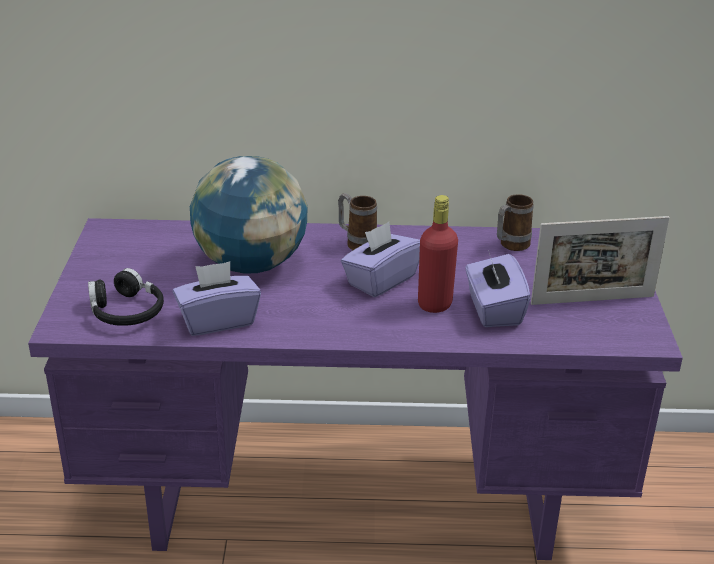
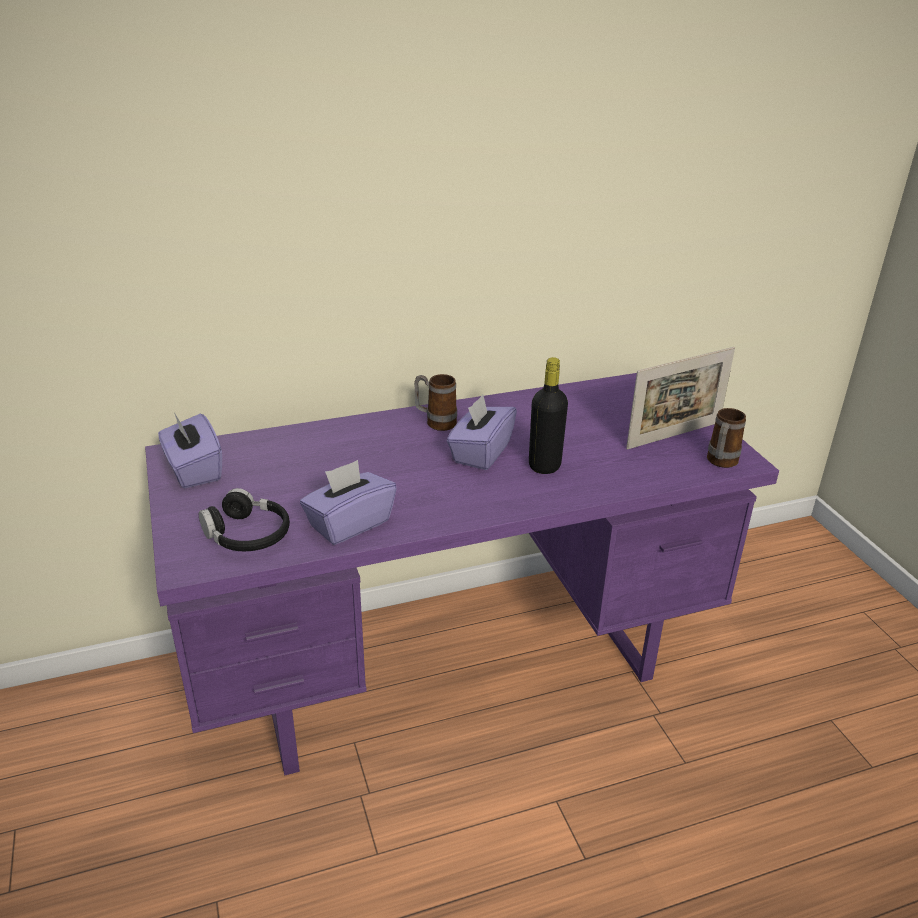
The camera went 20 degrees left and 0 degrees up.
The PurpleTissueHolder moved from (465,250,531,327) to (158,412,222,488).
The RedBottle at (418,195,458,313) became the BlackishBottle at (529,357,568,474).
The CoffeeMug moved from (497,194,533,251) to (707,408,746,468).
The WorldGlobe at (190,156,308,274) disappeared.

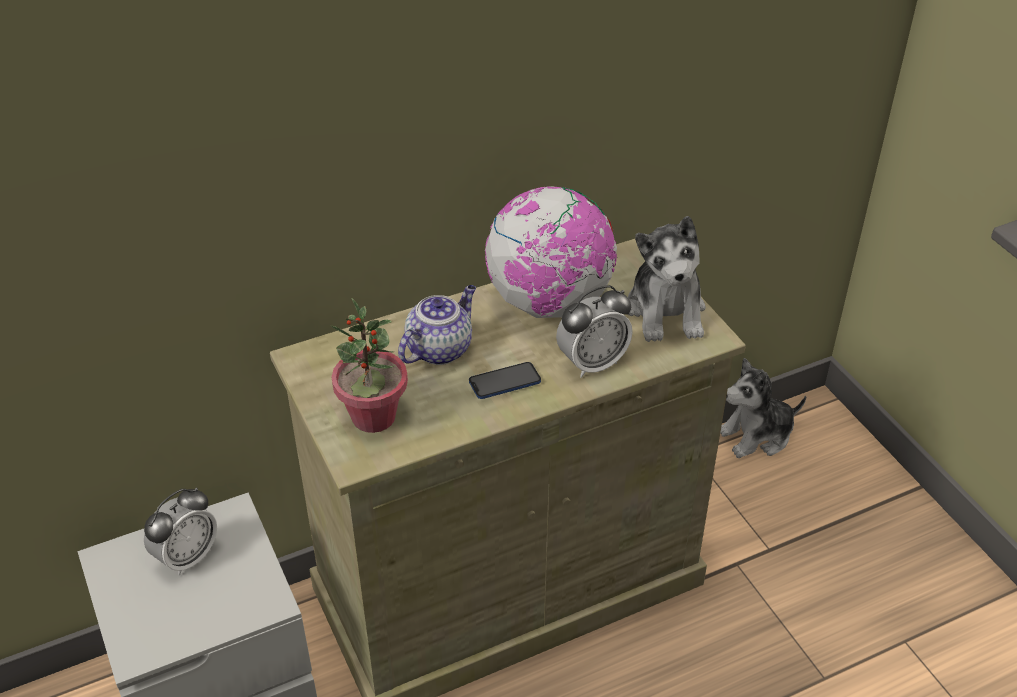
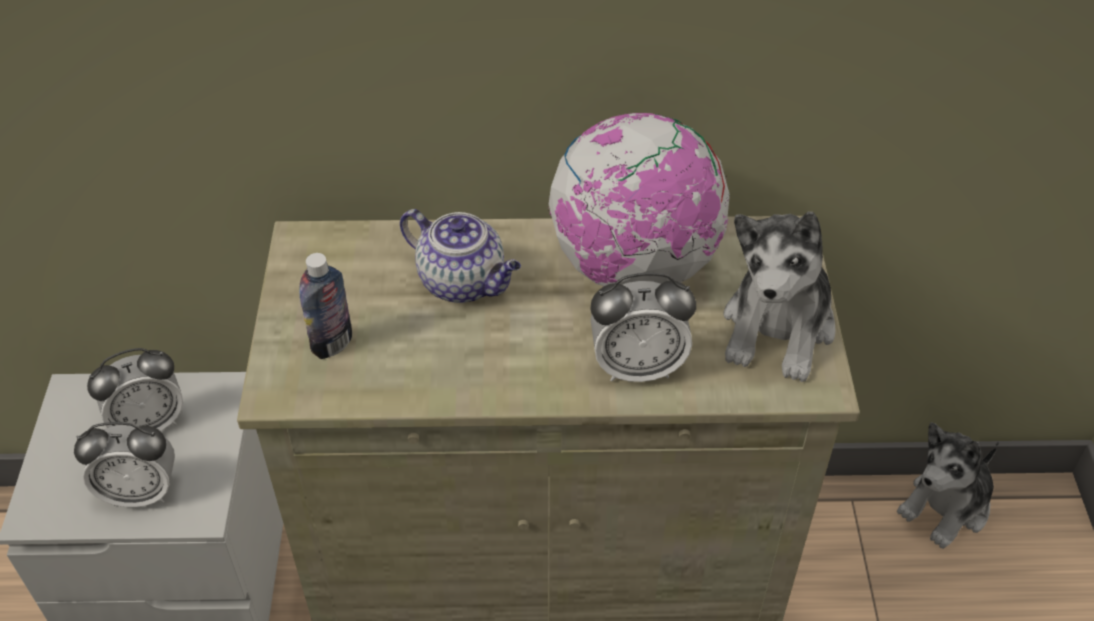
The camera went 25 degrees right and 5 degrees up.
The BedsideClock at (74,422,175,507) appeared.
The PottedPlant at (330,298,408,433) was replaced by the Bottle at (299,253,352,359).
The TeaPot at (398,285,476,365) turned 60 degrees clockwise.
The PlushToy at (720,358,806,458) turned 45 degrees counterclockwise.
The Telephone at (469,362,541,399) disappeared.

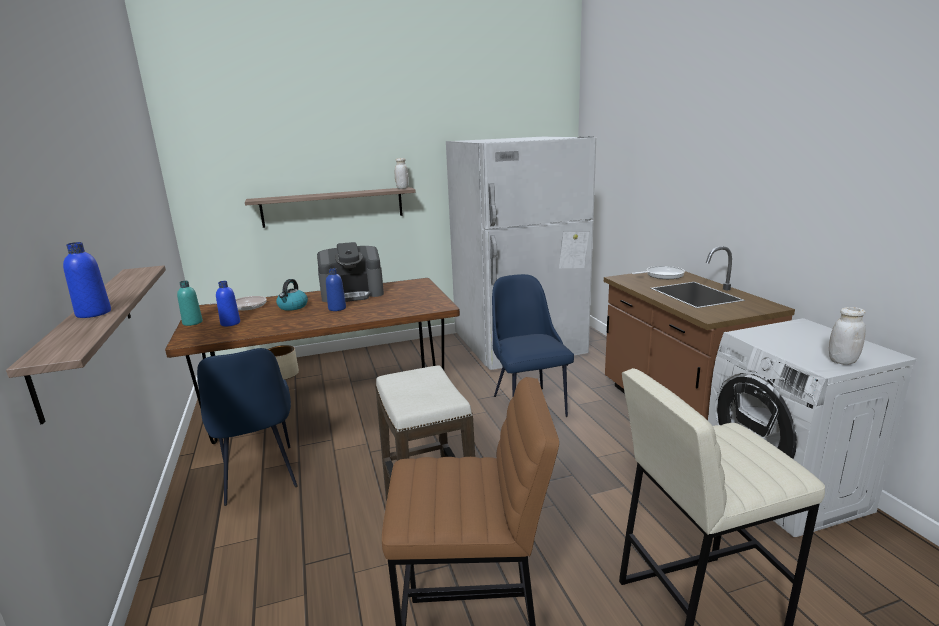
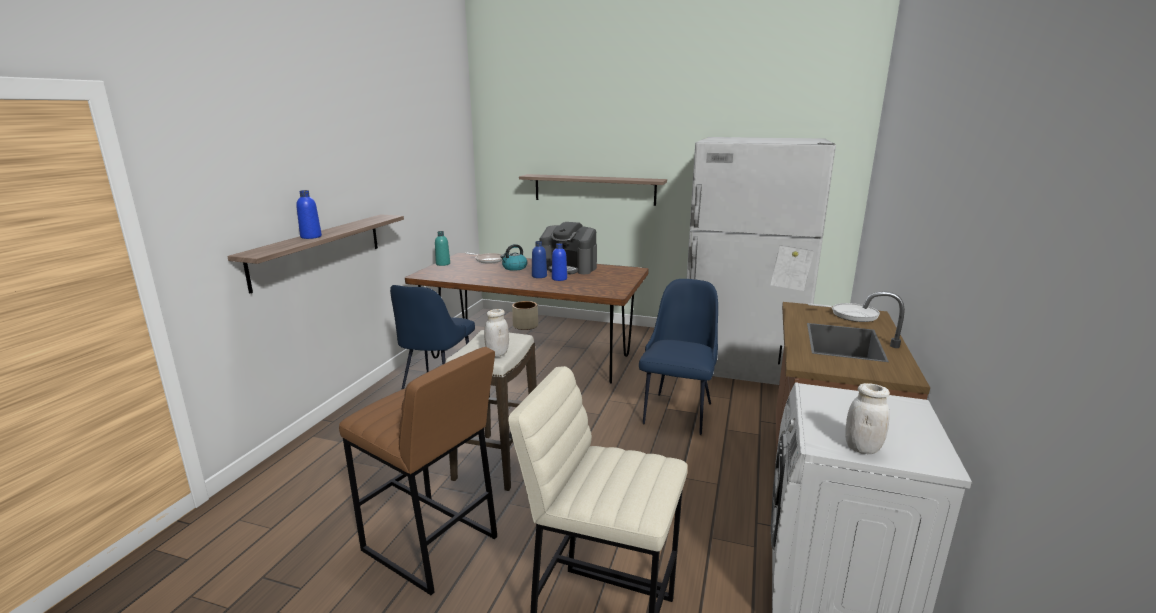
The camera went 35 degrees right and 0 degrees up.
The WhitishStorageJar moved from (395,158,409,189) to (484,309,509,357).
The BlueColouredBottle moved from (216,281,240,326) to (552,243,567,281).

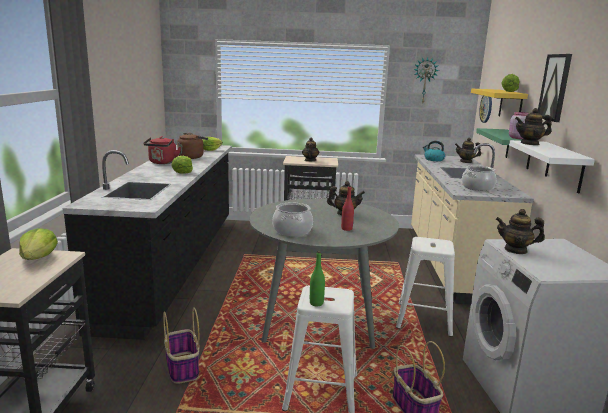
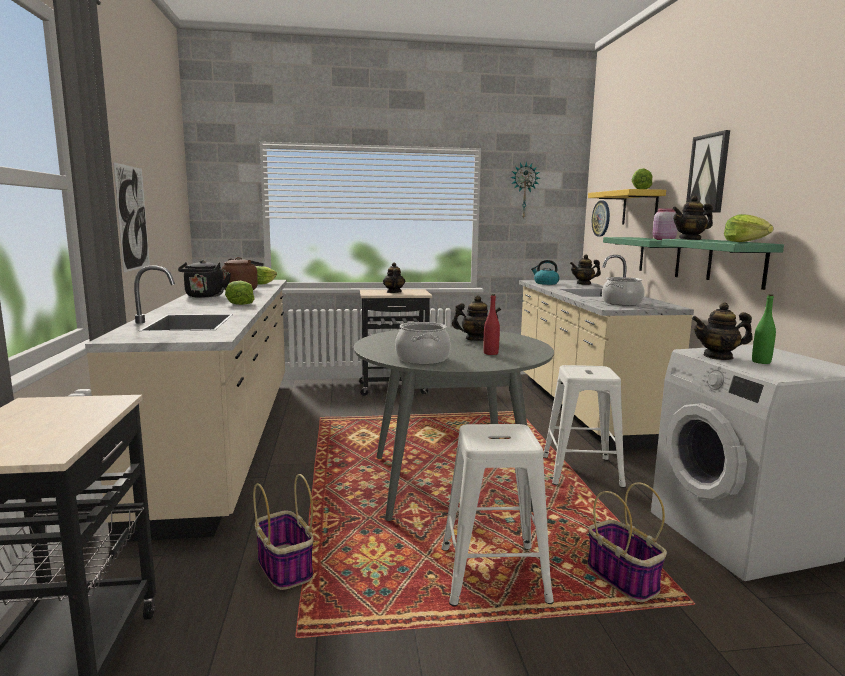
The camera went 10 degrees left and 5 degrees down.
The BlackishCounter at (62,145,232,340) became the BeigeColouredCounter at (85,265,287,543).
The WallArt at (113,162,150,272) appeared.
The RedKettle at (143,136,181,164) became the BlackishKettle at (178,260,231,298).
The WhitishWallShelf at (509,140,595,194) became the GreenishWallShelf at (662,239,784,290).
The Lettuce moved from (19,228,58,260) to (724,214,774,242).
The GreenishBottle moved from (310,251,325,306) to (752,294,776,364).

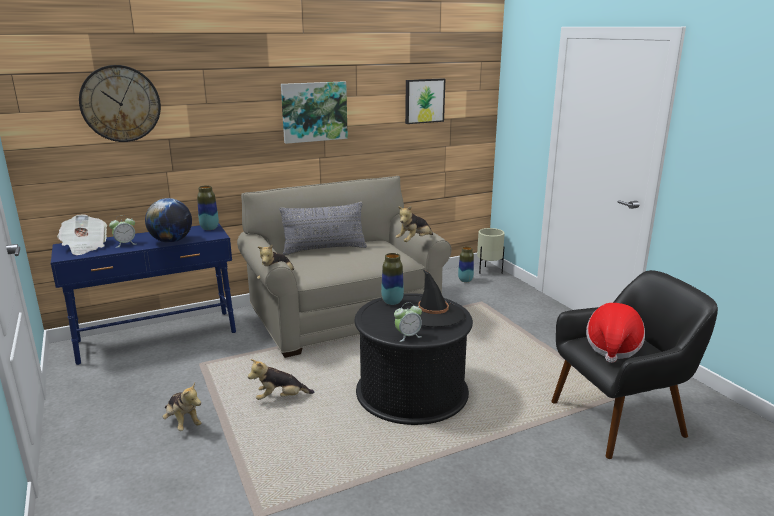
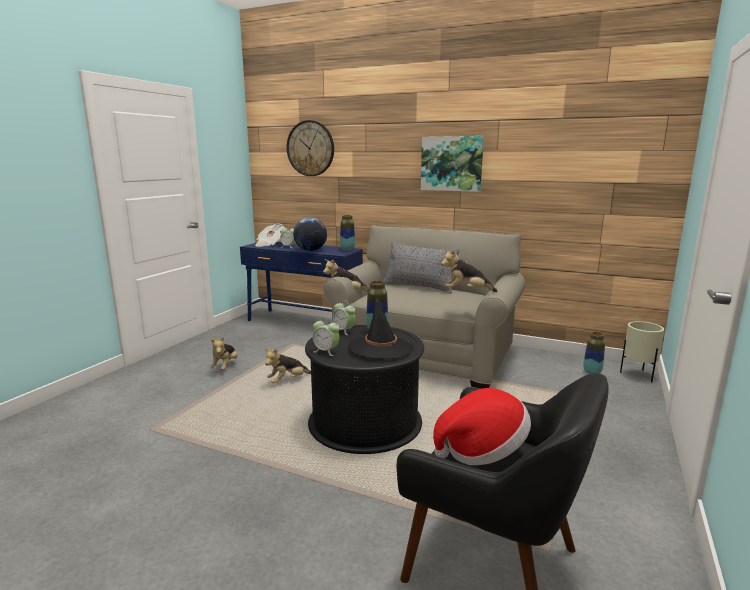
The camera went 50 degrees right and 5 degrees down.
The PlushToy at (248,359,315,400) turned 75 degrees counterclockwise.
The BedsideClock at (333,300,356,335) appeared.
The WallArt at (405,78,445,124) disappeared.

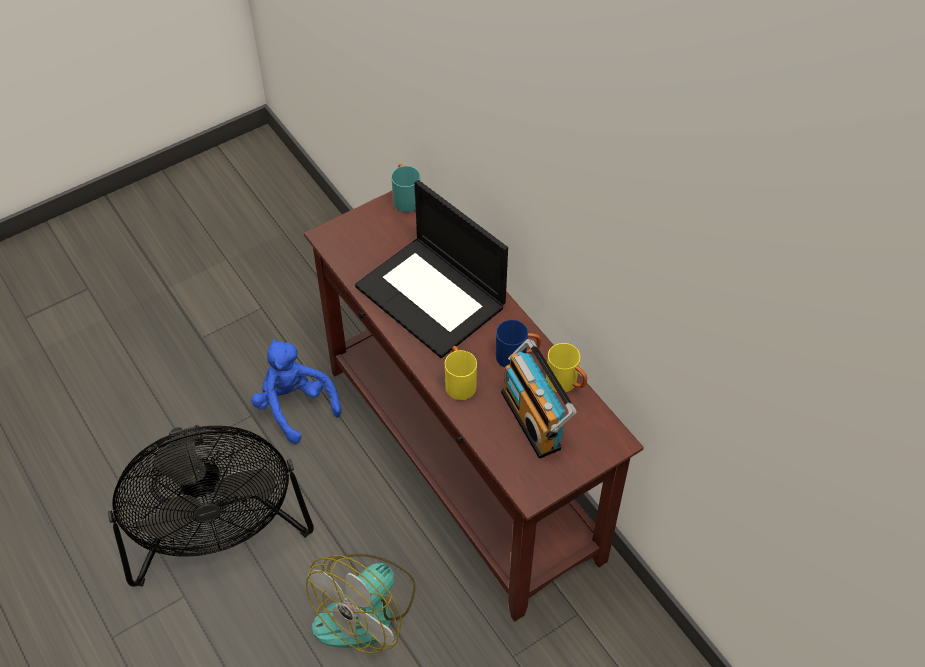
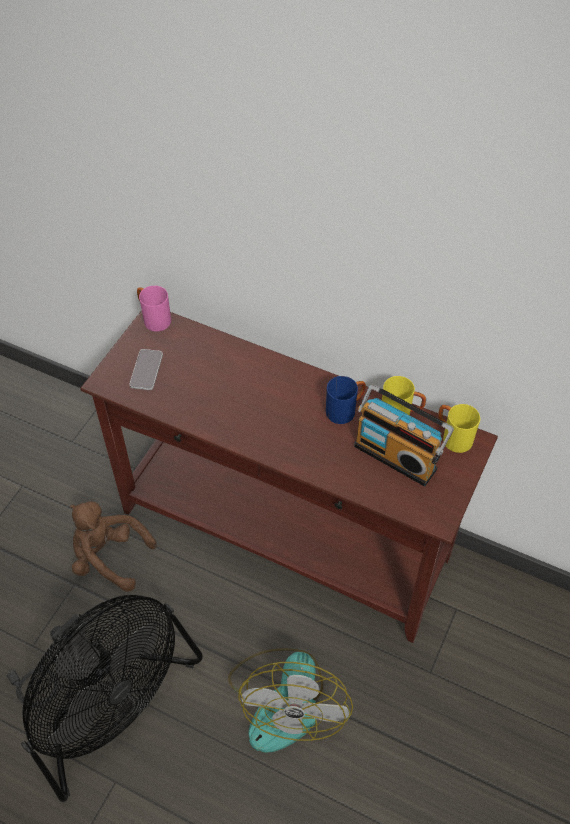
The camera went 30 degrees left and 0 degrees up.
The BlueColouredPlushToy at (251,339,341,444) became the BrownColouredPlushToy at (70,501,156,592).
The Telephone at (129,349,163,390) appeared.
The BlueGreenCoffeeMug at (391,164,420,212) became the PinkColouredCoffeeMug at (137,286,171,331).
The YellowColouredCoffeeMug moved from (445,346,477,400) to (438,404,480,453).
The NotebookComputer at (355,180,508,358) disappeared.

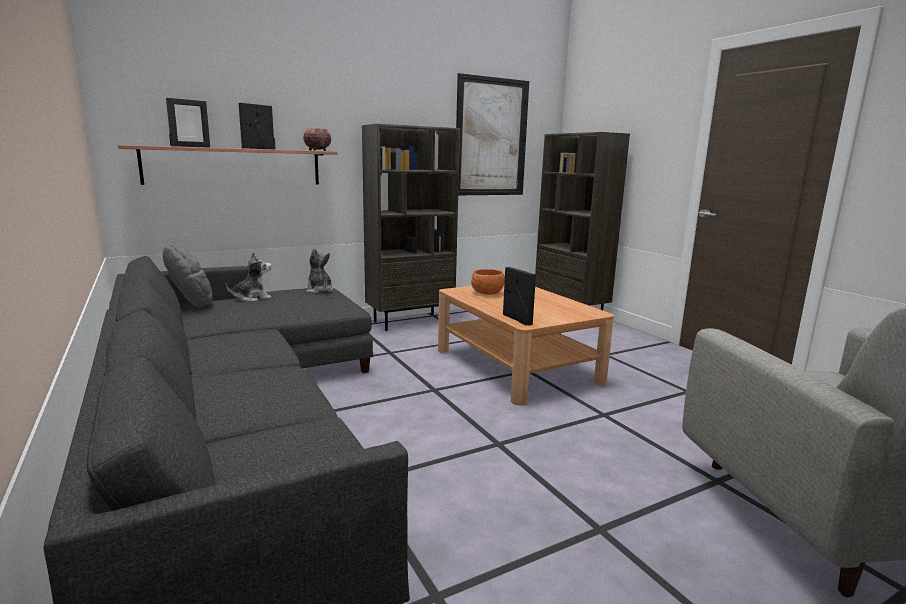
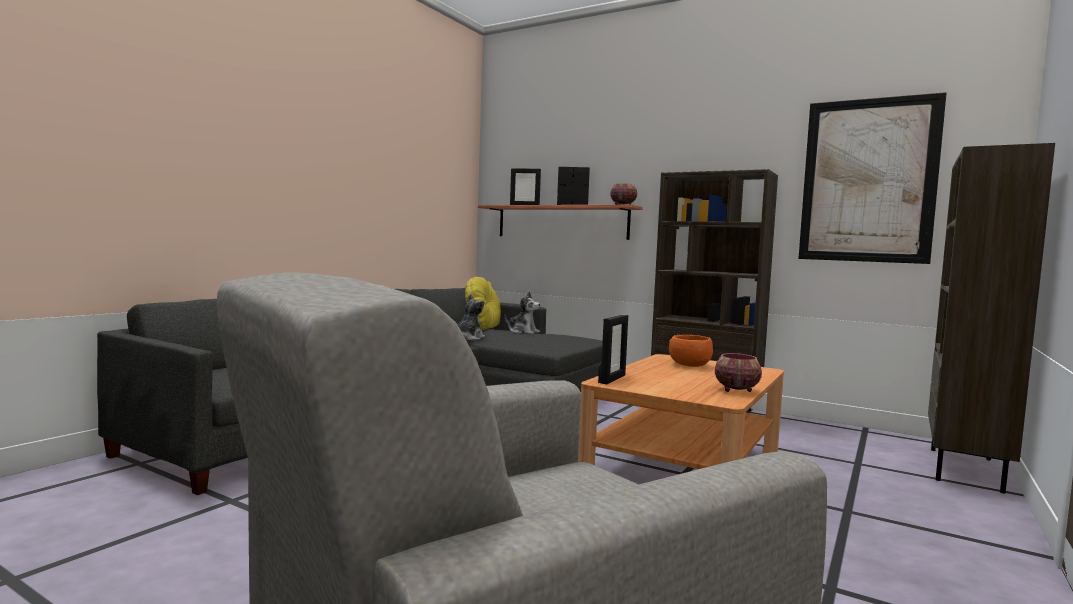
The camera went 60 degrees right and 10 degrees down.
The PlushToy moved from (306,248,333,293) to (458,294,485,340).
The GreyPillow at (163,244,213,308) became the YellowColouredPillow at (465,277,501,330).
The Bowl at (715,353,762,392) appeared.

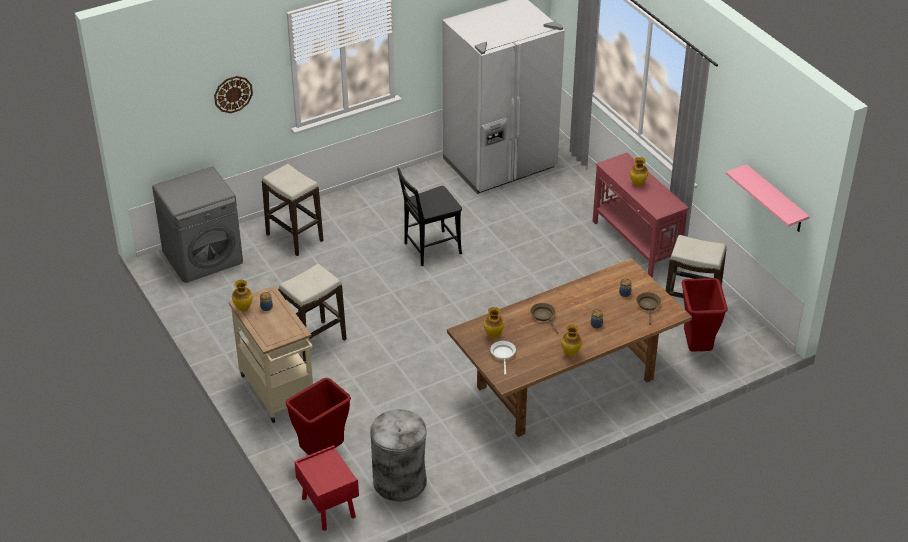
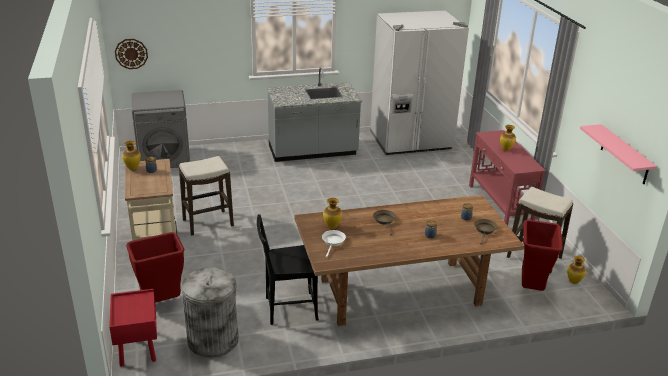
The camera went 15 degrees right and 10 degrees down.
The HangingClock moved from (214,76,253,113) to (115,39,148,69).
The BlackishChair moved from (397,168,462,266) to (257,214,319,325).
The GreyCounter at (267,68,362,162) appeared.
The FlowerVase moved from (561,325,582,357) to (567,256,586,284).
The SittingStool at (262,164,324,256) disappeared.

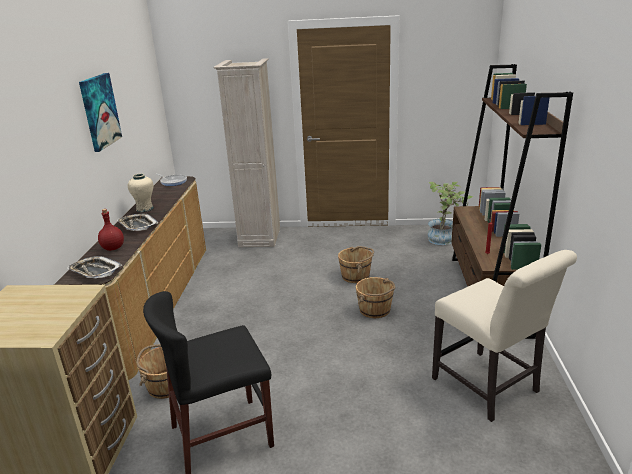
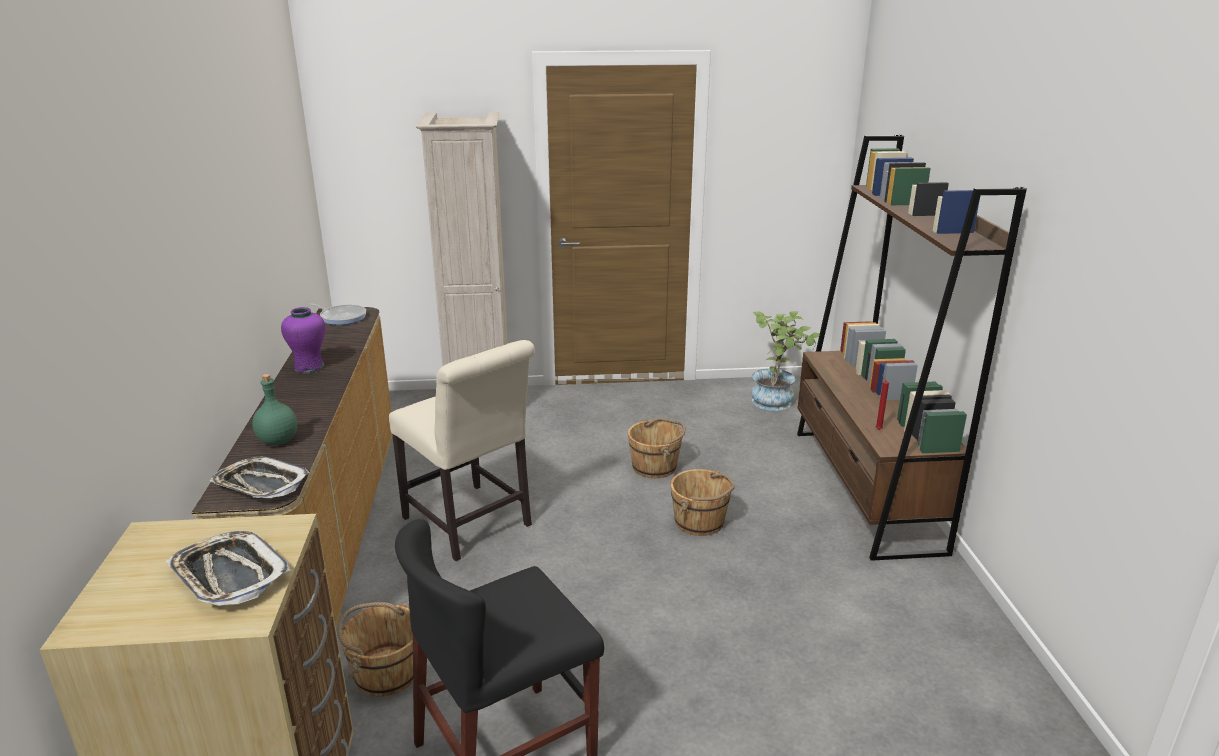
The camera went 10 degrees left and 0 degrees up.
The ServingTray moved from (117,214,158,231) to (166,531,290,606).
The RedBottle at (98,209,124,251) became the GreenishBottle at (252,374,298,446).
The BeigeColouredFlowerVase at (128,173,154,212) became the PurpleFlowerVase at (281,307,326,373).
The BeigeColouredChair moved from (432,250,577,422) to (389,340,535,561).
The WallArt at (79,73,122,152) disappeared.

